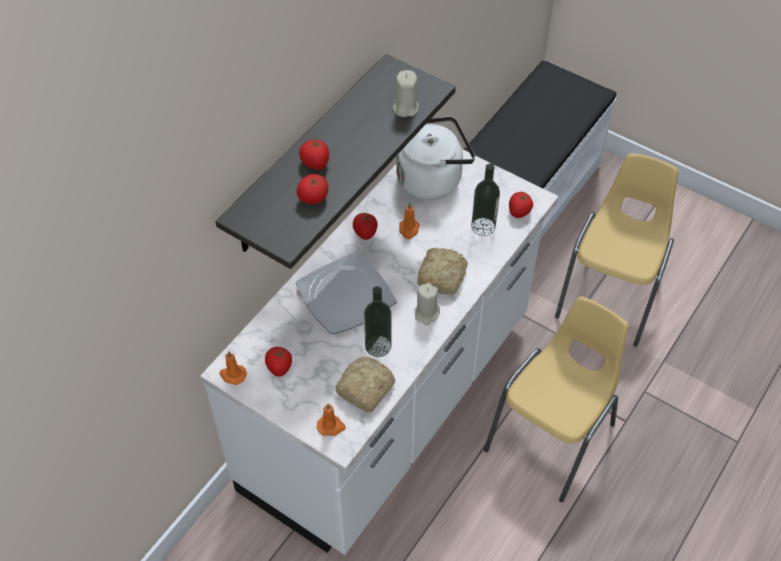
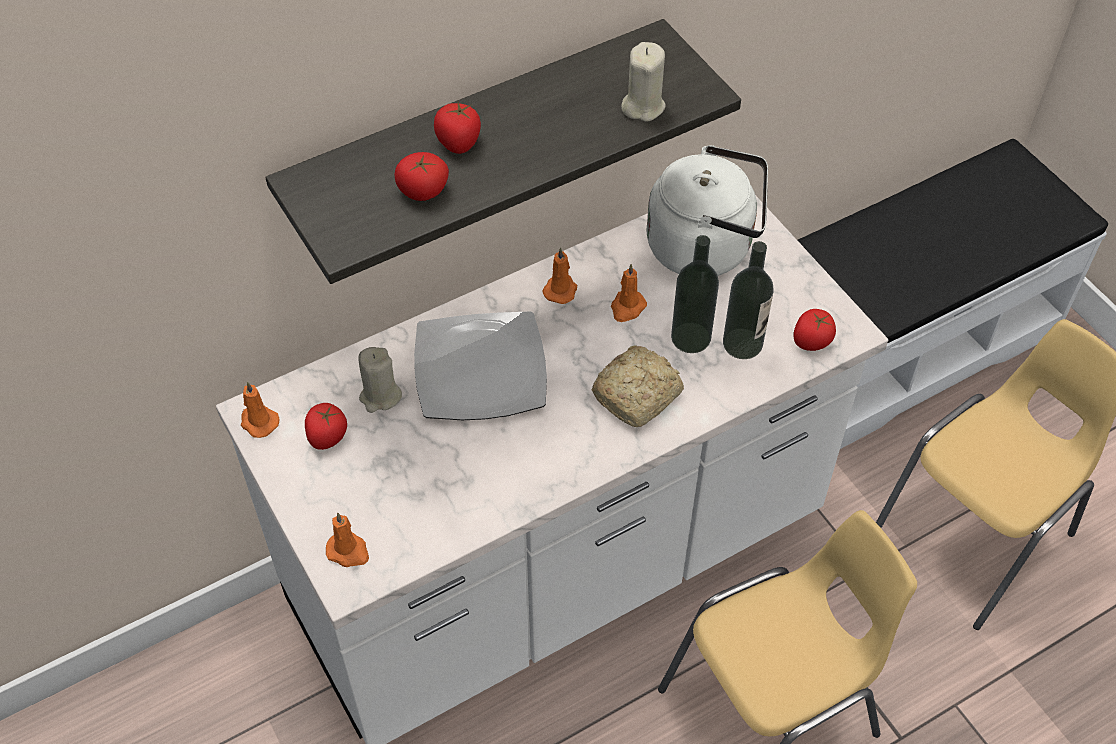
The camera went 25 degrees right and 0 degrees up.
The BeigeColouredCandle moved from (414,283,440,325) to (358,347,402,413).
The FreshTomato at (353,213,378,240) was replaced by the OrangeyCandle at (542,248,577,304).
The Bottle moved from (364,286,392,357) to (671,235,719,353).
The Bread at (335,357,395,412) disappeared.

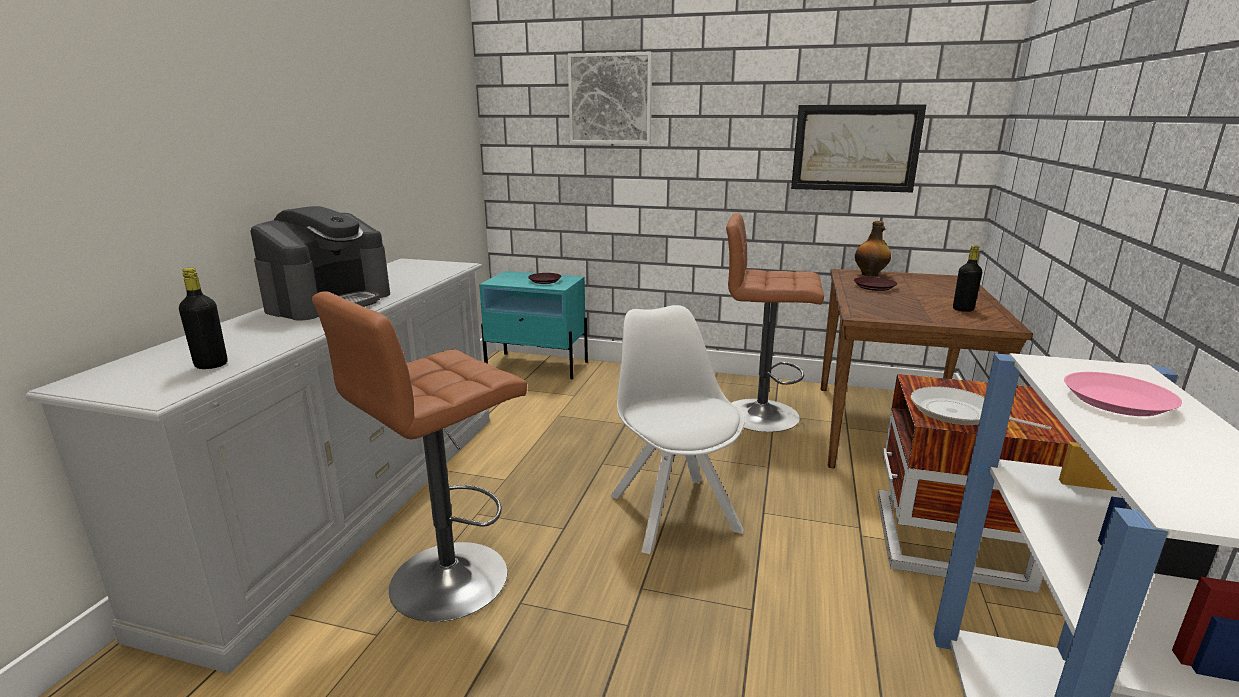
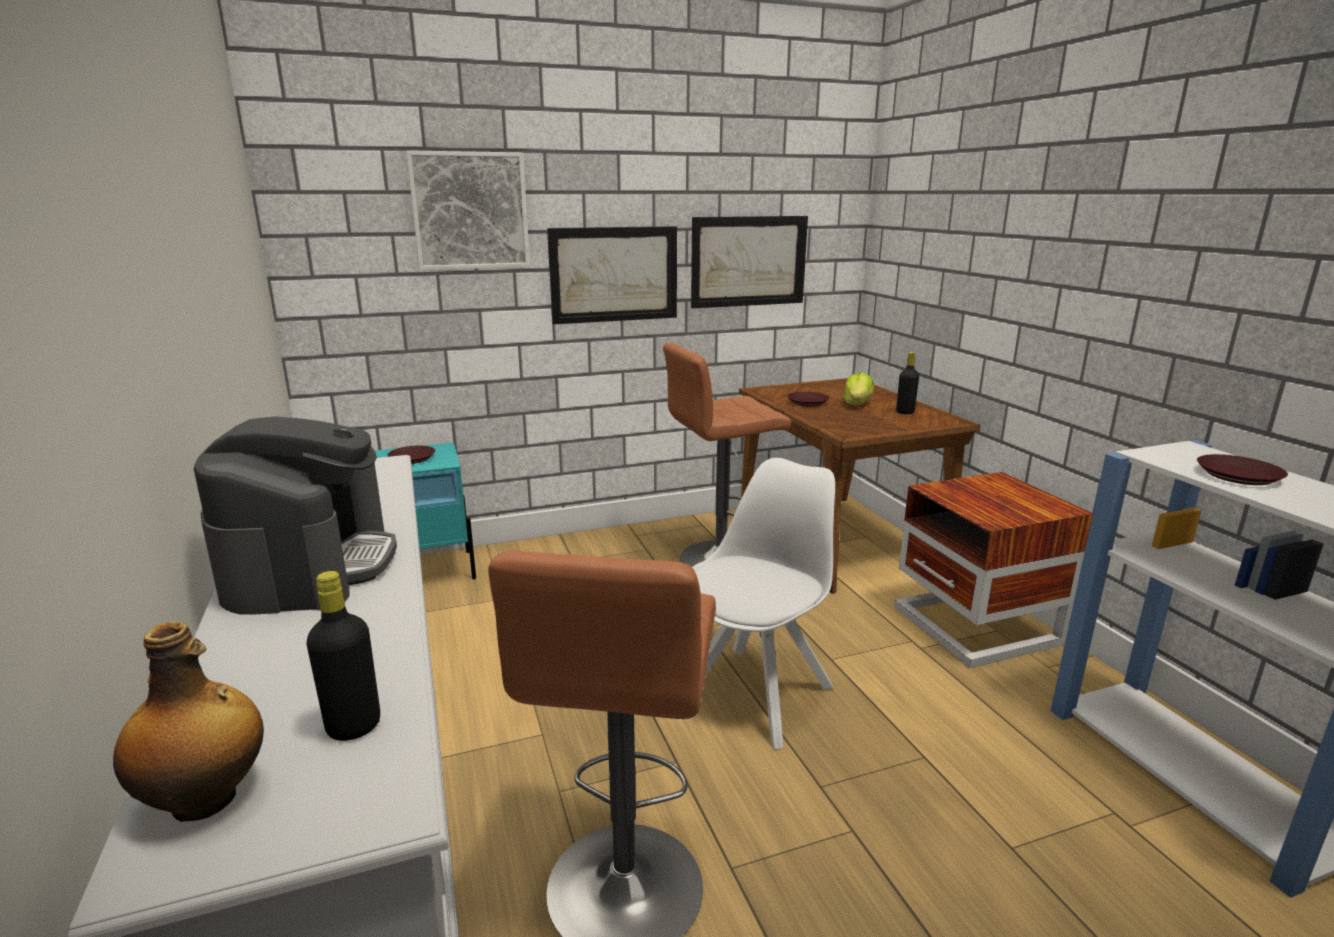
The camera went 35 degrees left and 0 degrees up.
The Bottle moved from (855,221,891,276) to (113,621,264,822).
The WallArt at (547,226,677,324) appeared.
The WhitishChair at (610,305,745,554) turned 90 degrees clockwise.
The Lettuce at (843,372,874,405) appeared.
The PinkColouredDinnerPlate at (1064,372,1182,416) became the BrownColouredDinnerPlate at (1197,454,1288,485).
The Skillet at (911,386,1051,430) disappeared.

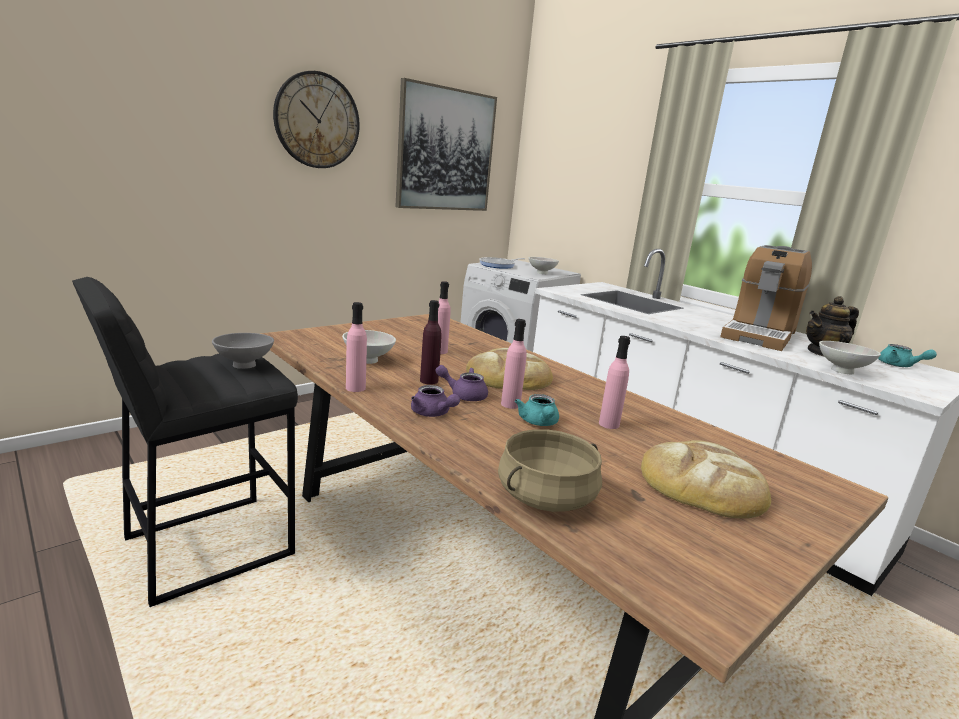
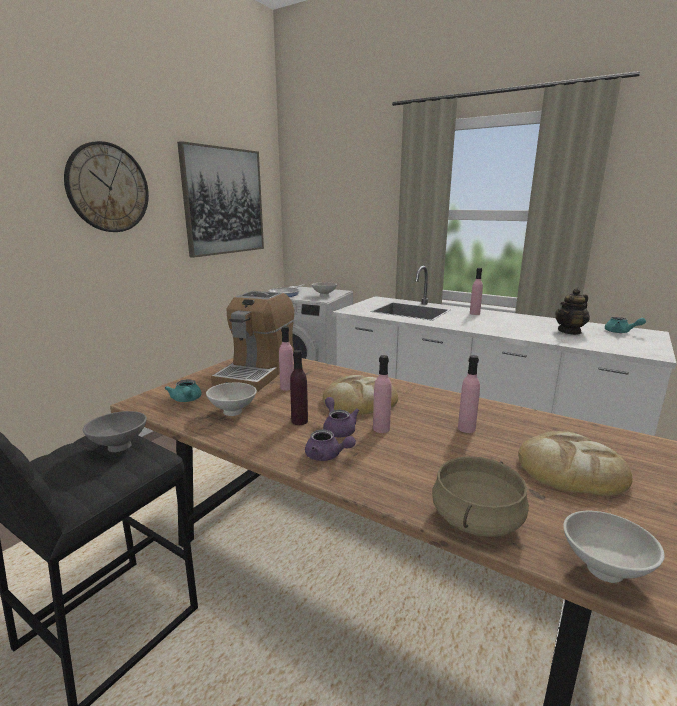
The camera went 15 degrees left and 0 degrees up.
The BlueGreenTeaPot moved from (515,394,559,426) to (164,379,202,402).
The CoffeeBrewer moved from (720,245,812,351) to (211,291,294,392).
The PurpleTeaPot at (436,365,488,401) turned 75 degrees clockwise.
The PinkColouredBottle moved from (346,302,367,392) to (470,268,483,315).
The WhitishBowl moved from (819,341,881,374) to (563,511,665,583).

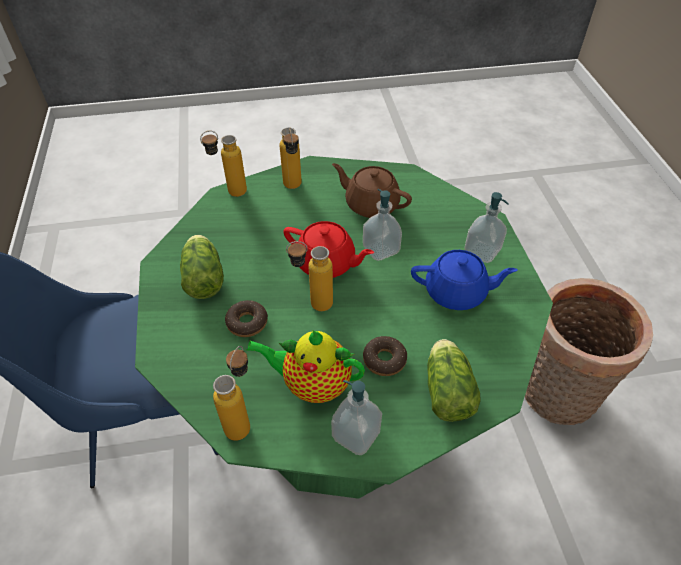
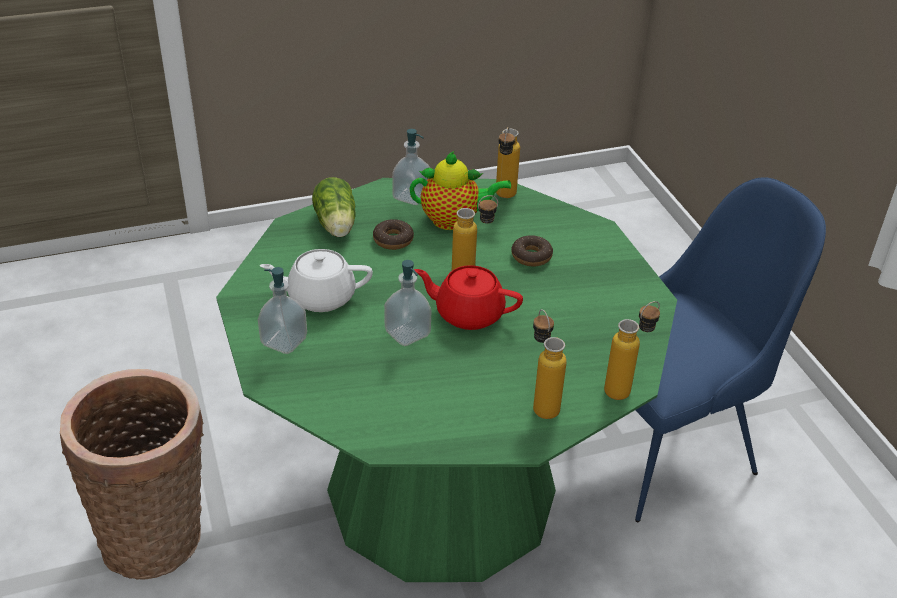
The camera went 170 degrees right and 10 degrees down.
The BlueColouredTeaPot at (411,250,518,310) became the WhitishTeaPot at (260,249,373,312).
The Lettuce at (180,235,224,299) disappeared.
The BrownColouredTeaPot at (332,163,412,218) disappeared.

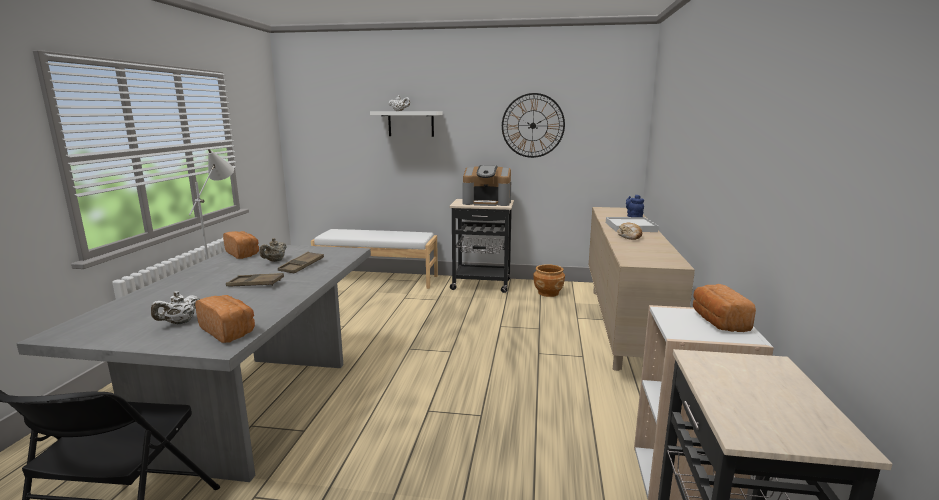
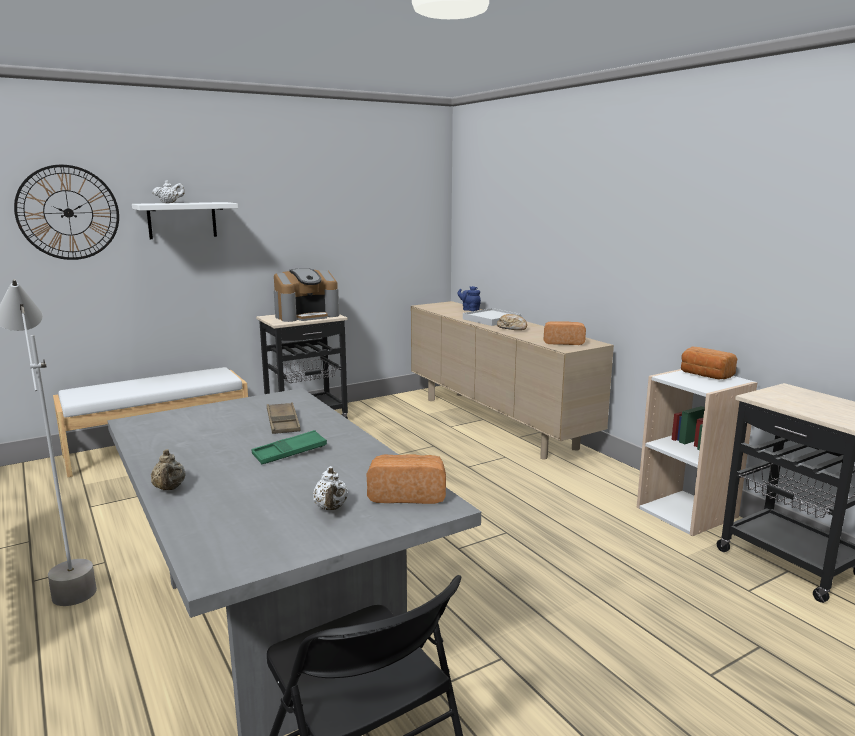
The camera went 40 degrees left and 0 degrees up.
The HangingClock moved from (502,93,565,158) to (14,165,119,260).
The BeigeColouredTeaPot moved from (260,238,287,262) to (151,449,186,490).
The BrownColouredServingTray at (226,273,284,286) became the GreenishServingTray at (251,430,327,464).
The Bread moved from (223,231,259,259) to (544,321,586,345).
The BrownColouredPlanter at (533,264,565,297) disappeared.

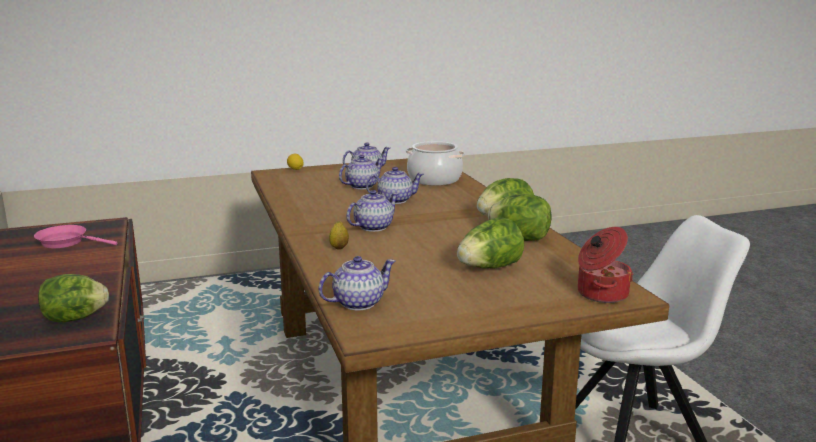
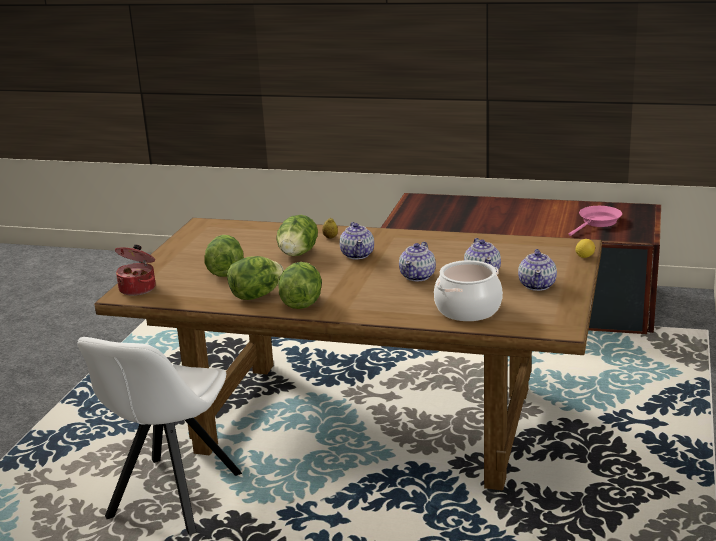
The camera went 125 degrees right and 5 degrees up.
The Lettuce moved from (38,274,109,322) to (276,215,318,256).
The TeaPot at (318,256,396,310) disappeared.

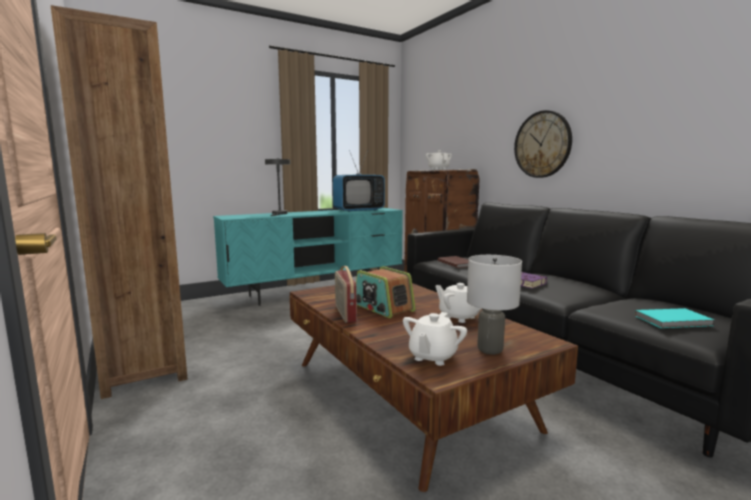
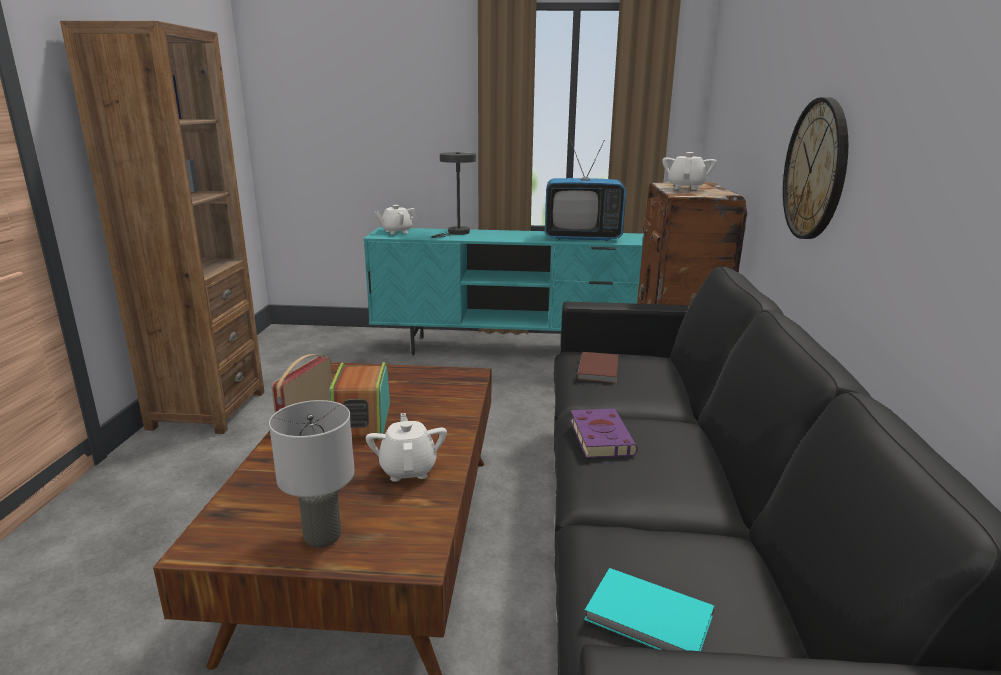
The camera went 35 degrees right and 10 degrees up.
The WhitishTeaPot moved from (403,312,467,366) to (375,205,417,234).

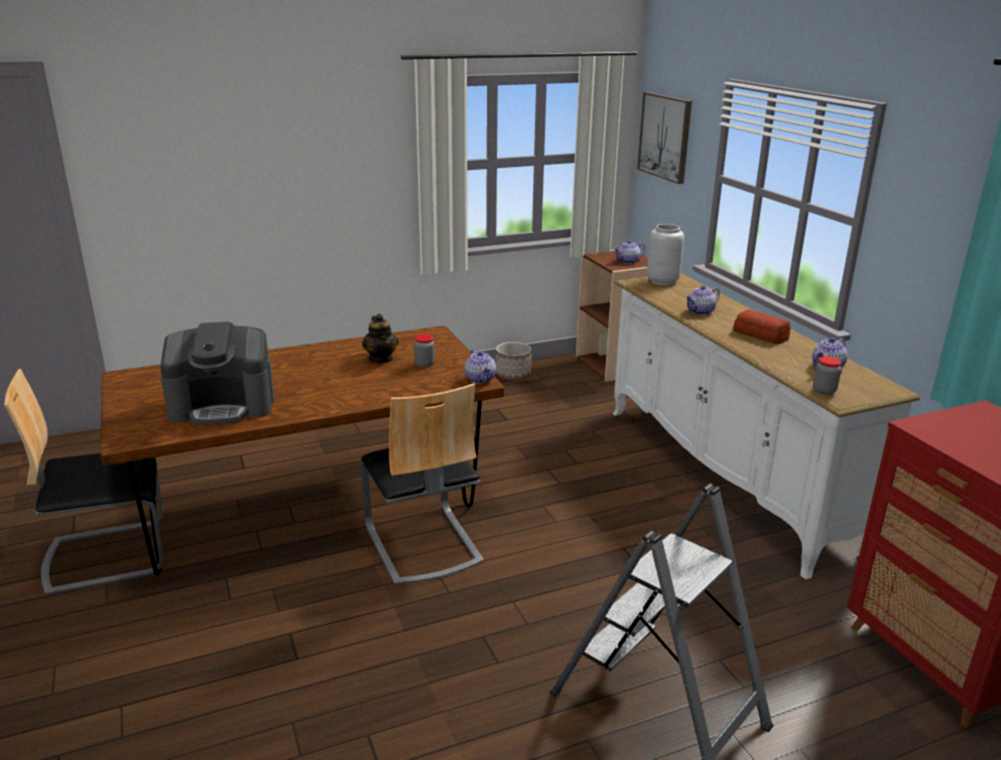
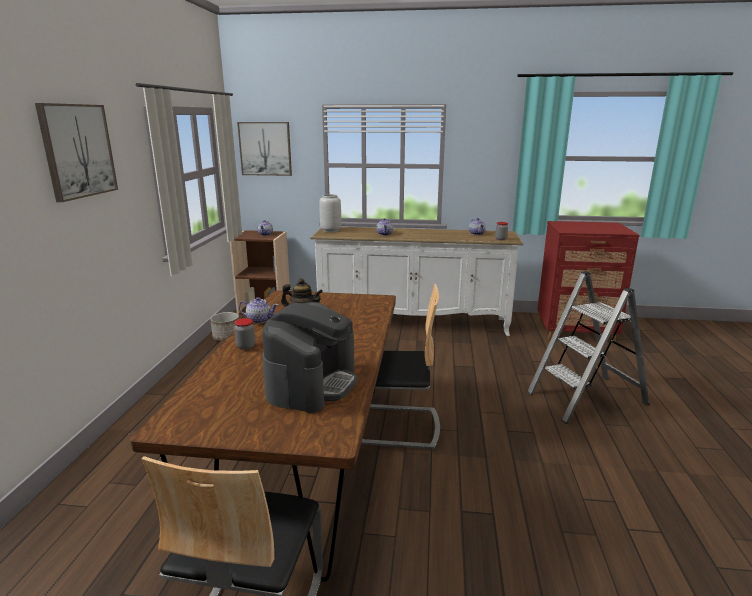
The camera went 60 degrees left and 5 degrees down.
The WallArt at (35,103,118,202) appeared.
The StorageJar moved from (414,334,435,367) to (234,318,255,350).
The TeaPot moved from (465,349,496,384) to (238,297,278,324).
The Bread at (733,309,791,344) disappeared.

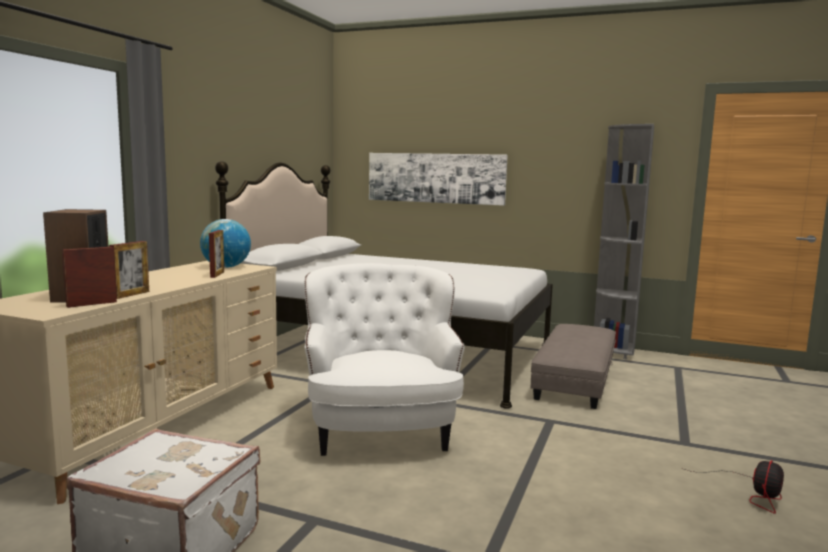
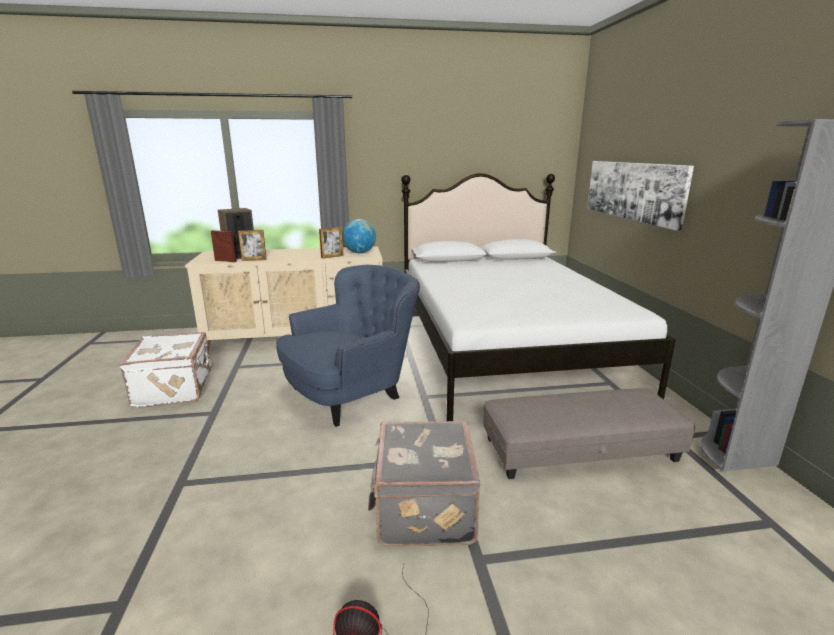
The camera went 60 degrees right and 10 degrees up.
The WhitishArmchair at (304,263,465,456) became the BlueColouredArmchair at (276,265,420,427).
The GreyTravelCase at (368,421,480,547) appeared.

